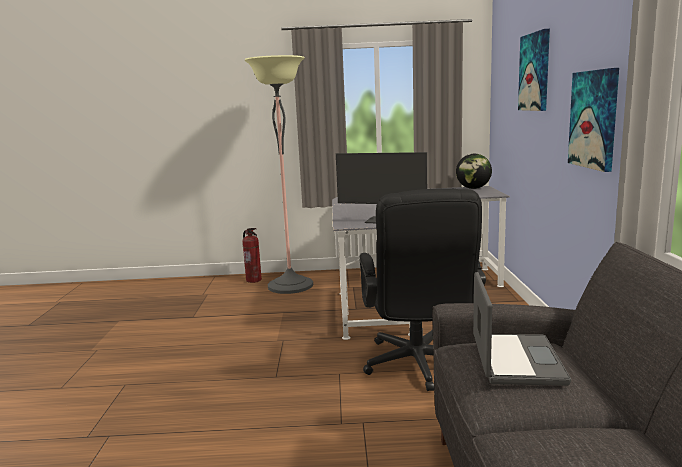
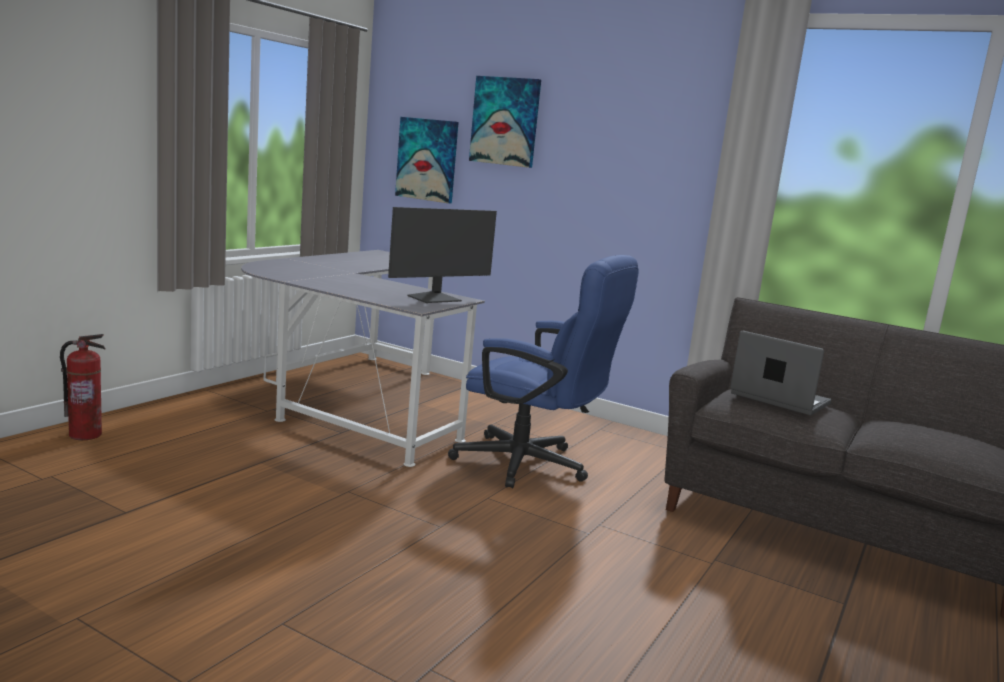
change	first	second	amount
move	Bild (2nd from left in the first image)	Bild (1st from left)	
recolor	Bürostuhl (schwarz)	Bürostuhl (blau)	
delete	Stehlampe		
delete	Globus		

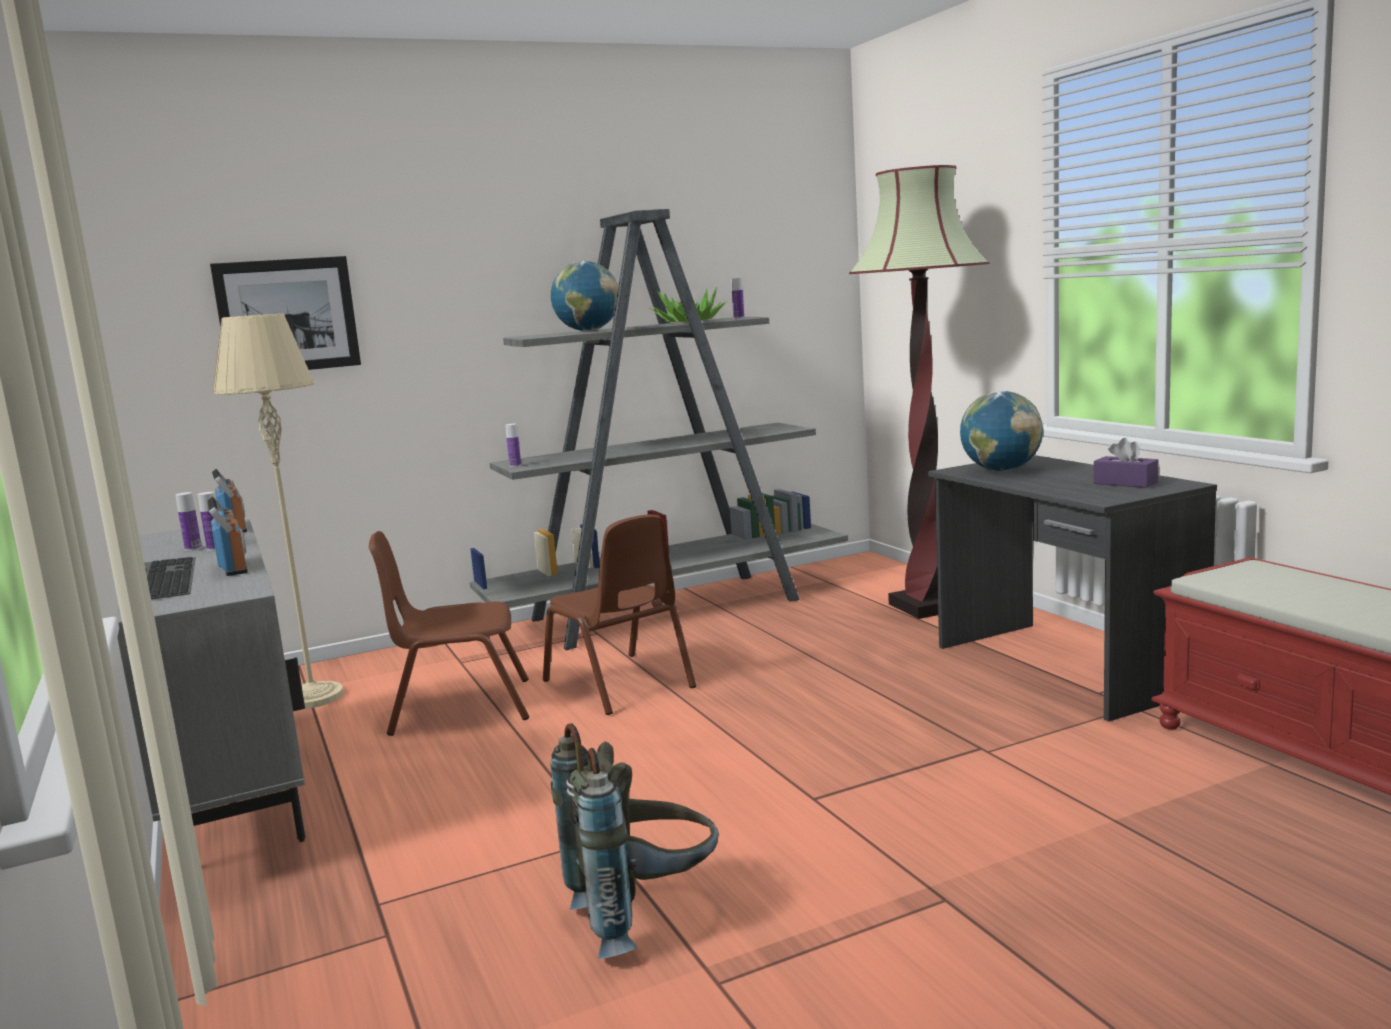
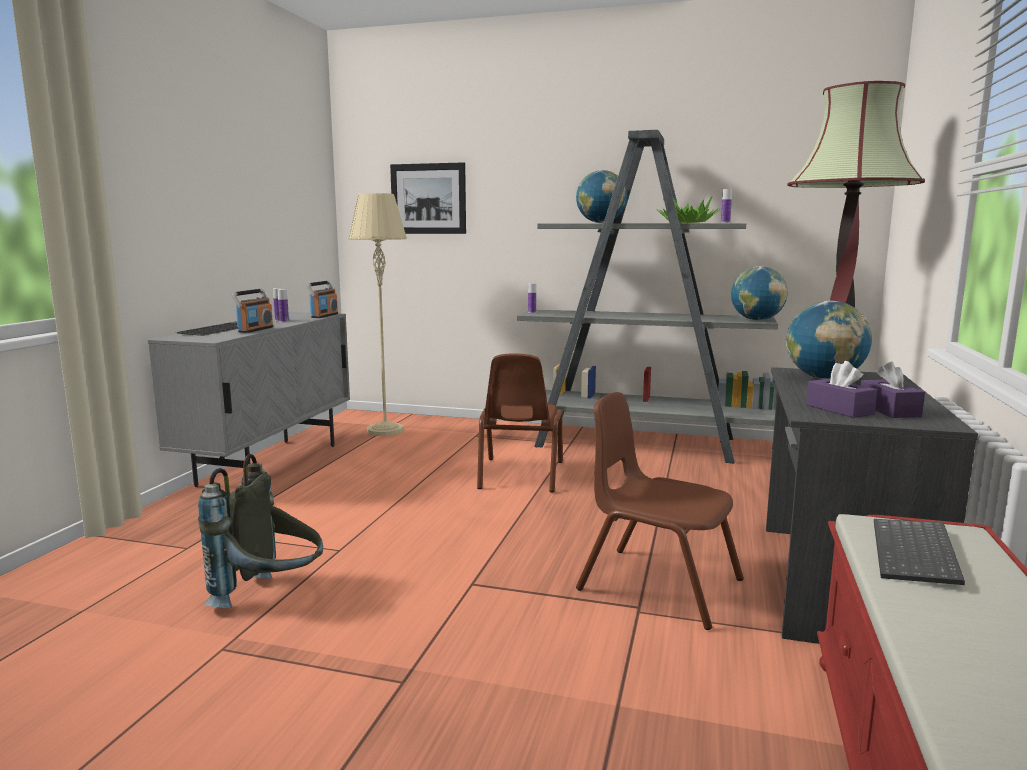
change	first	second	amount
move	Stuhl (braun) (1st from left in the first image)	Stuhl (braun) (2nd from left)	
insert		Globus (2nd from left)	
insert		Taschentuchbox (lila) (1st from left)	
insert		Tastatur (2nd from left)	

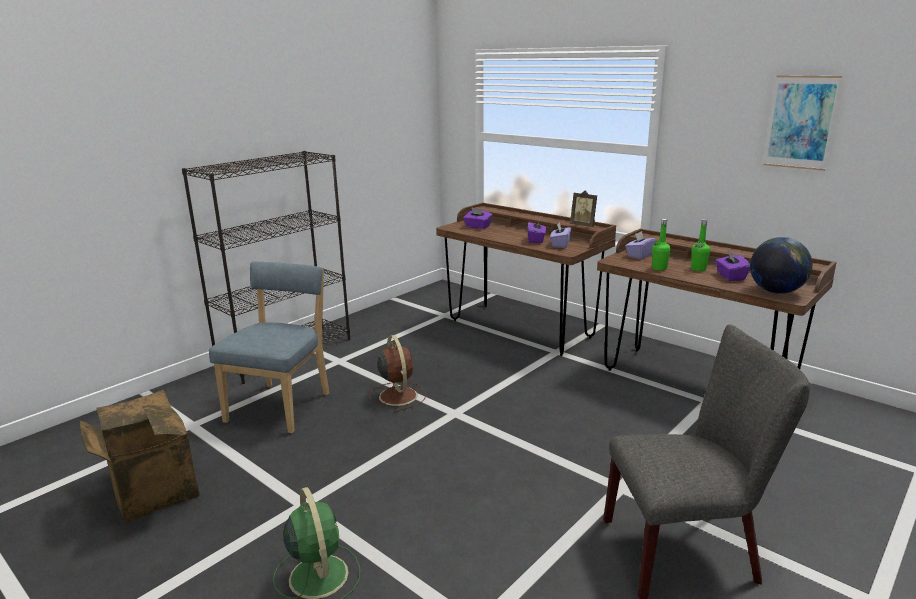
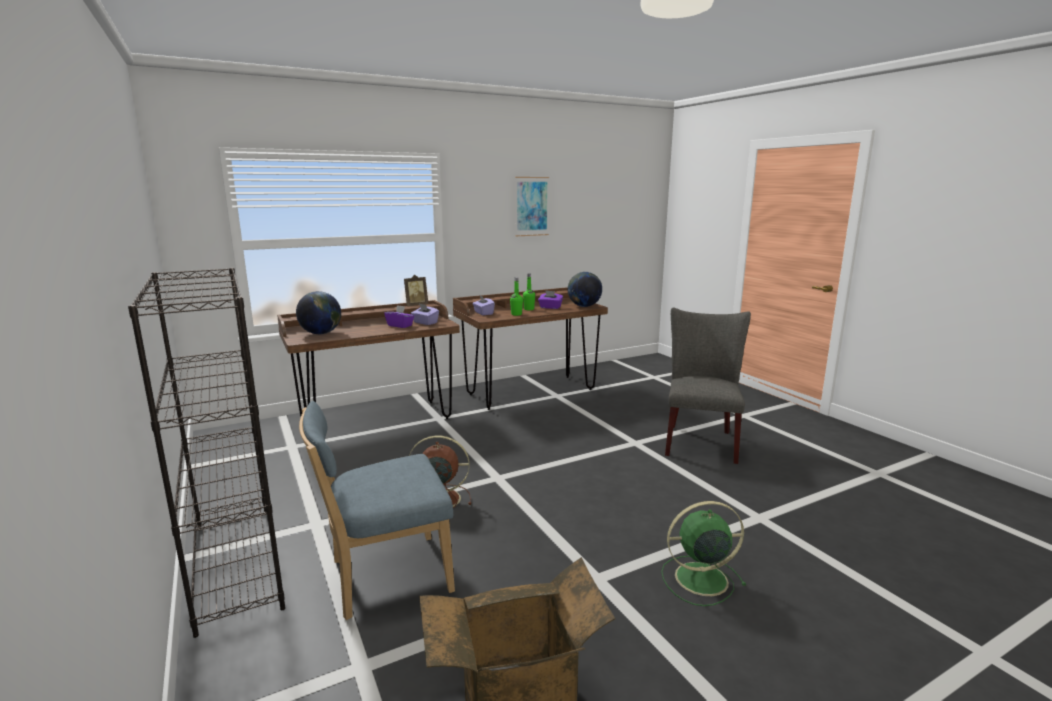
change	first	second	amount
replace	Taschentuchbox (lila) (1st from left)	Globus (1st from left)	
rotate	Stuhl (blau)		60 degrees counterclockwise

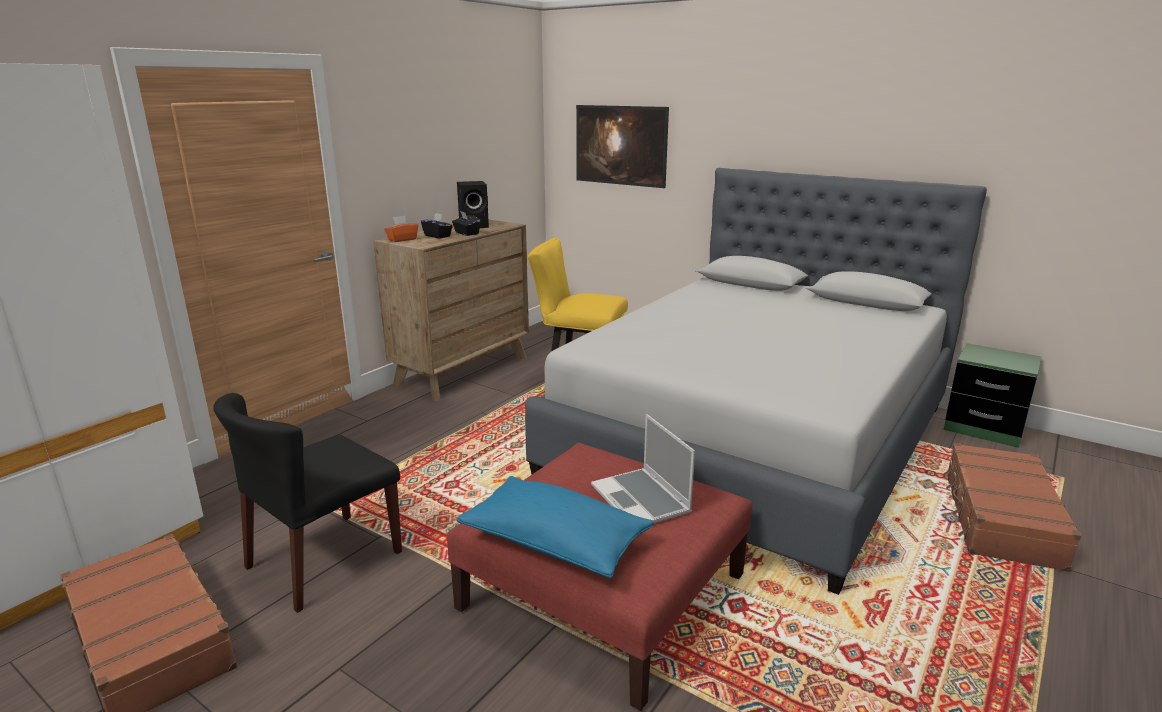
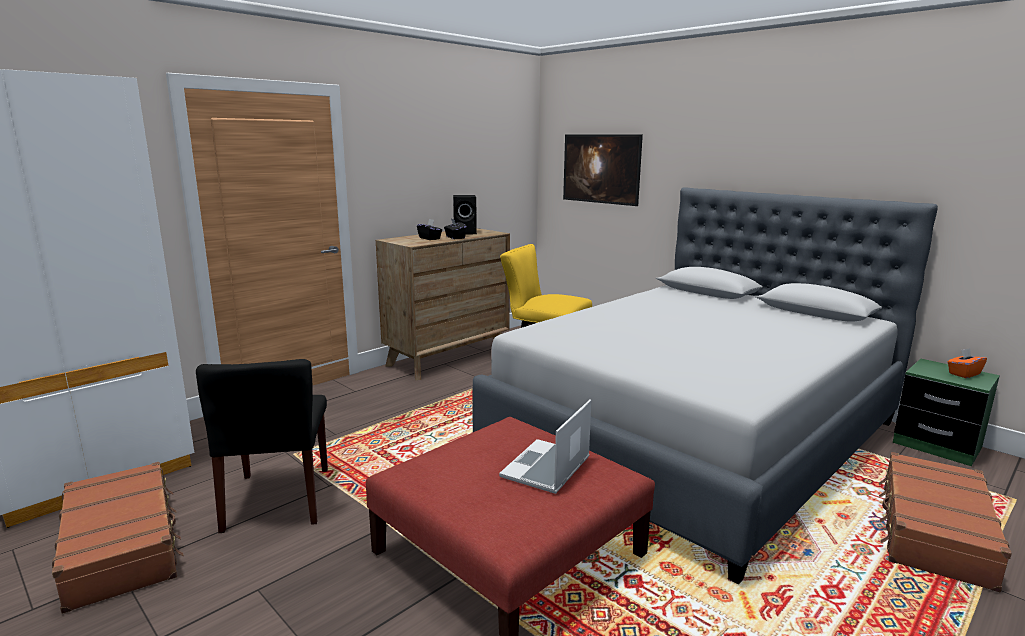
change	first	second	amount
rotate	Stuhl (schwarz)		60 degrees counterclockwise
rotate	Laptop		45 degrees clockwise
move	Taschentuchbox (orange)		
delete	Kissen (blau)		

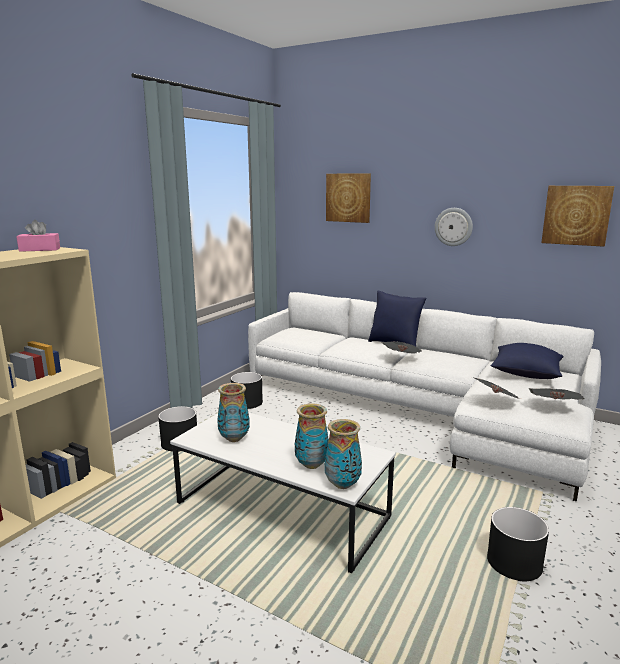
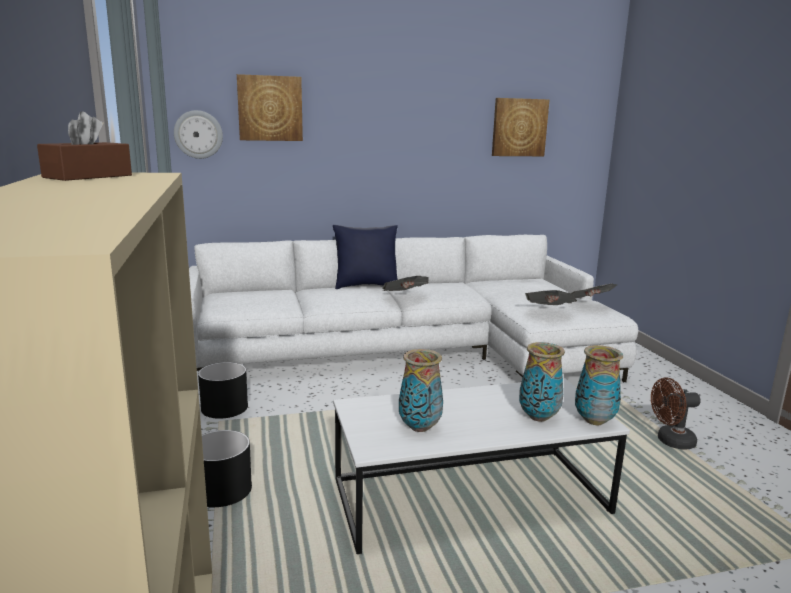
change	first	second	amount
recolor	Taschentuchbox (rosa)	Taschentuchbox (braun)	
move	Wanduhr		
replace	Pflanzkübel (schwarz) (3rd from left)	Ventilator (braun)	
delete	Kissen (blau) (2nd from left)		

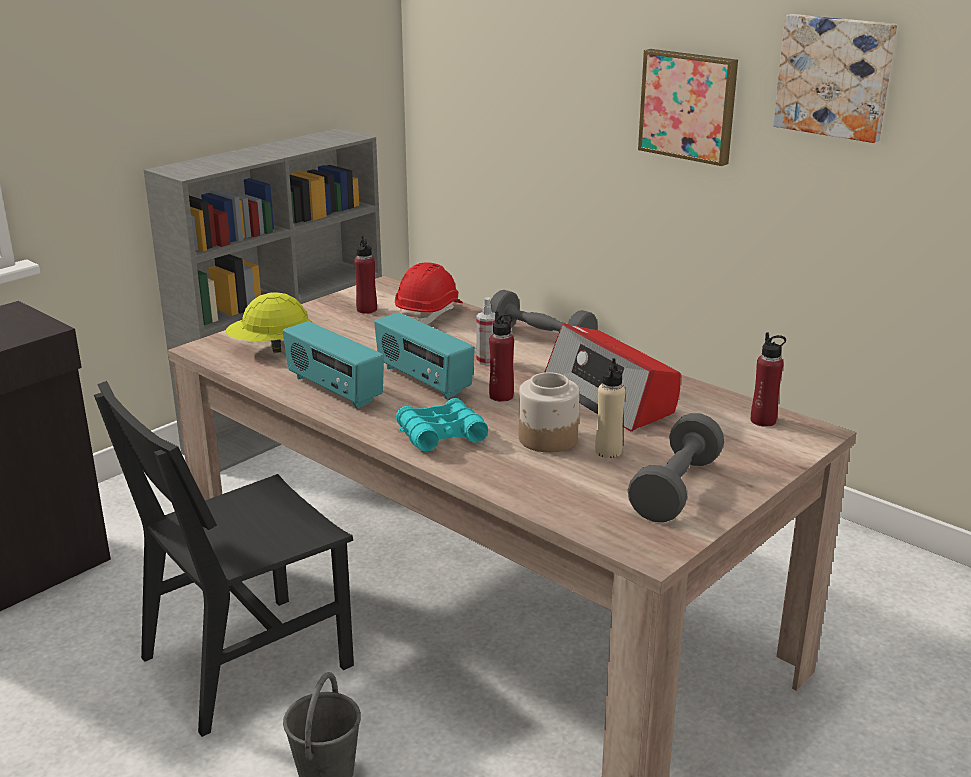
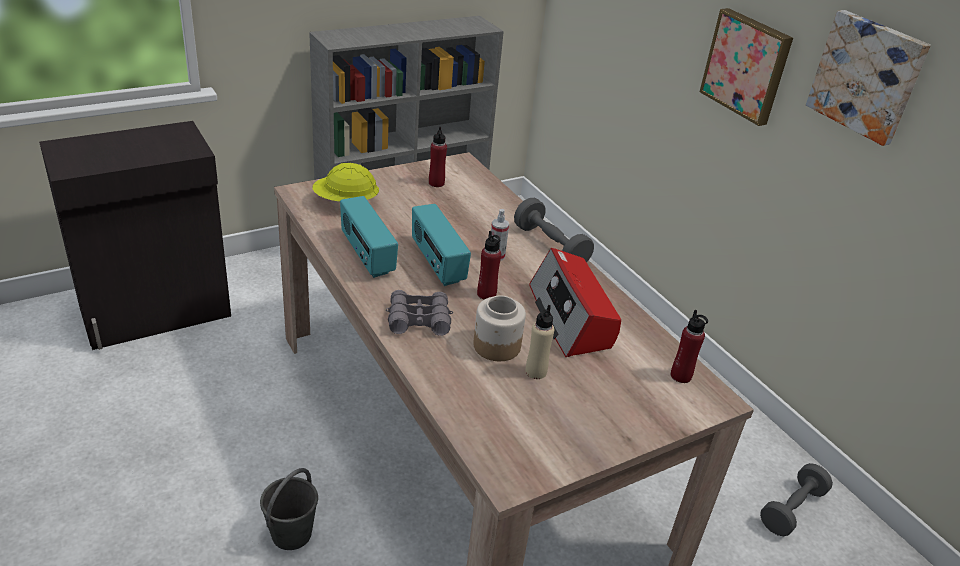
change	first	second	amount
recolor	Fernglas (türkis)	Fernglas (grau)	
move	Hantel (grau) (2nd from left)		
delete	Stuhl (schwarz)		
delete	Schutzhelm (rot)		

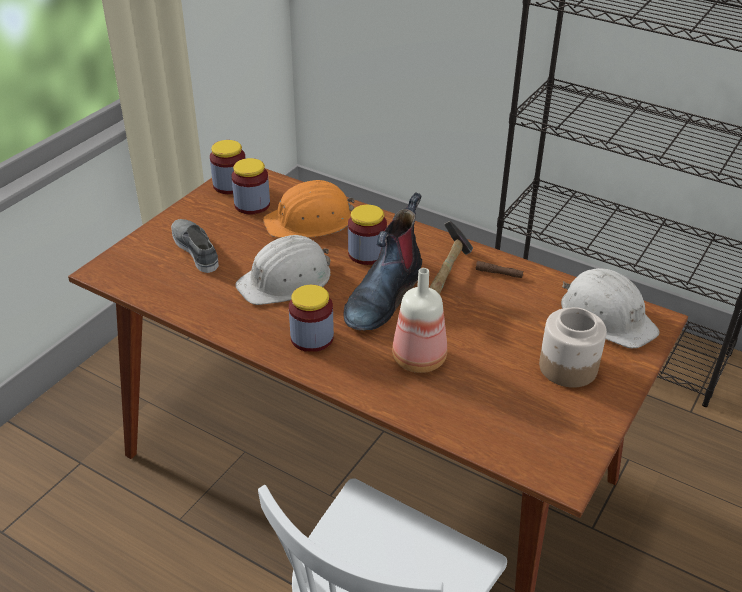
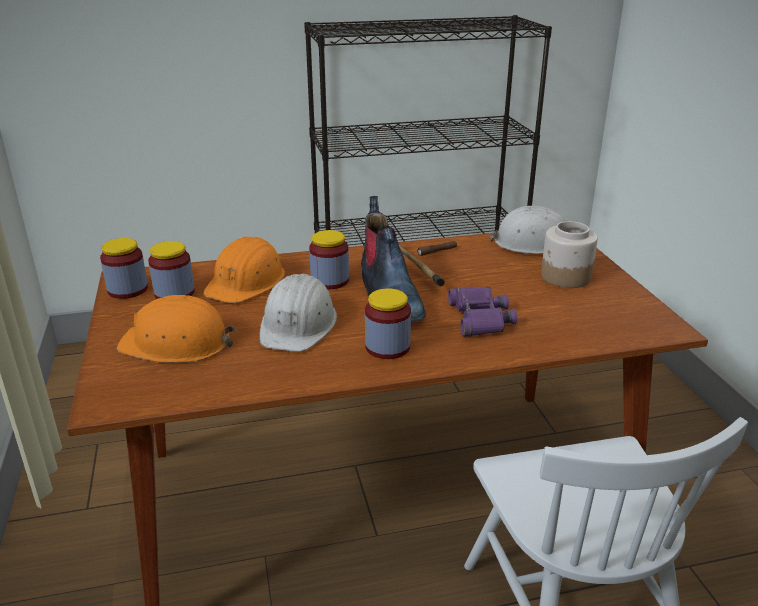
change	first	second	amount
replace	Schuh (grau)	Schutzhelm (orange) (1st from left)	
replace	Flasche	Fernglas (lila)	

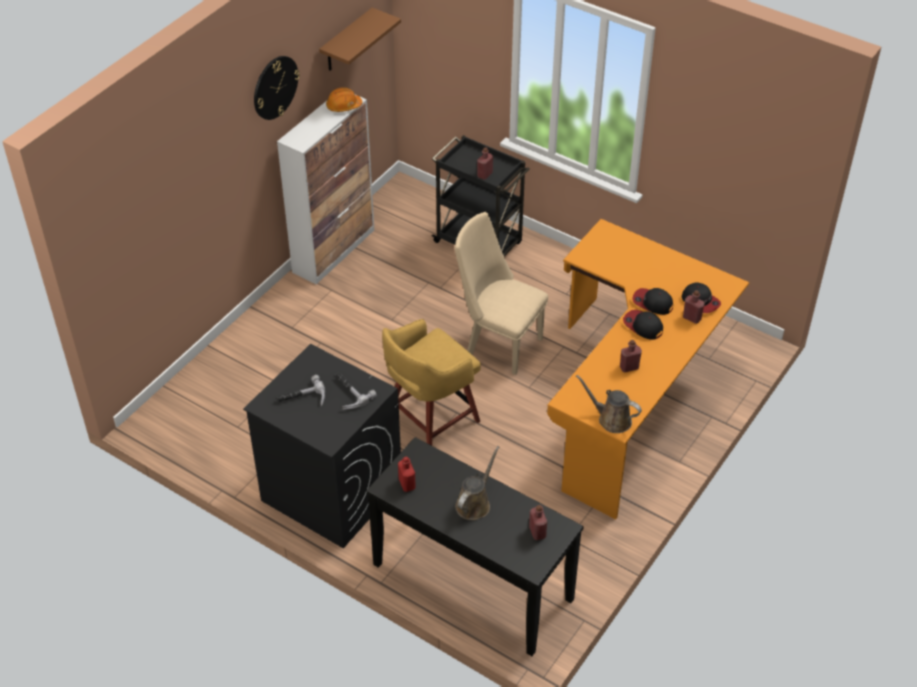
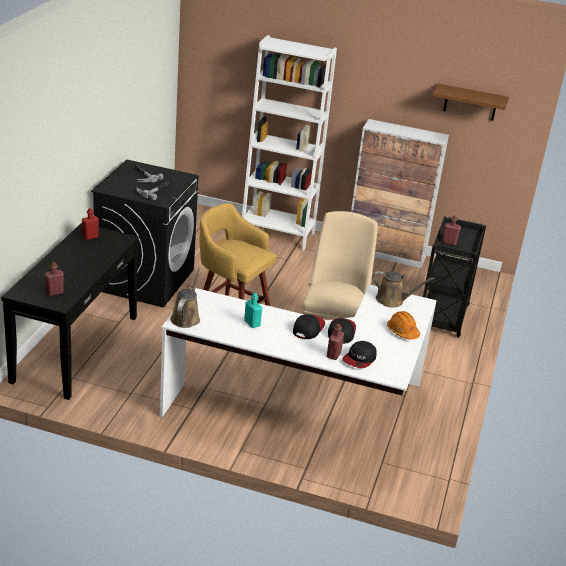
change	first	second	amount
recolor	Schreibtisch (orange)	Schreibtisch (weiß)	
insert		Bücherregal (weiß)	
recolor	Flasche (rot) (4th from left)	Flasche (türkis)	
move	Gießkanne (braun) (1st from left in the first image)	Gießkanne (braun) (2nd from left)	
move	Schutzhelm (orange)		
delete	Wanduhr		

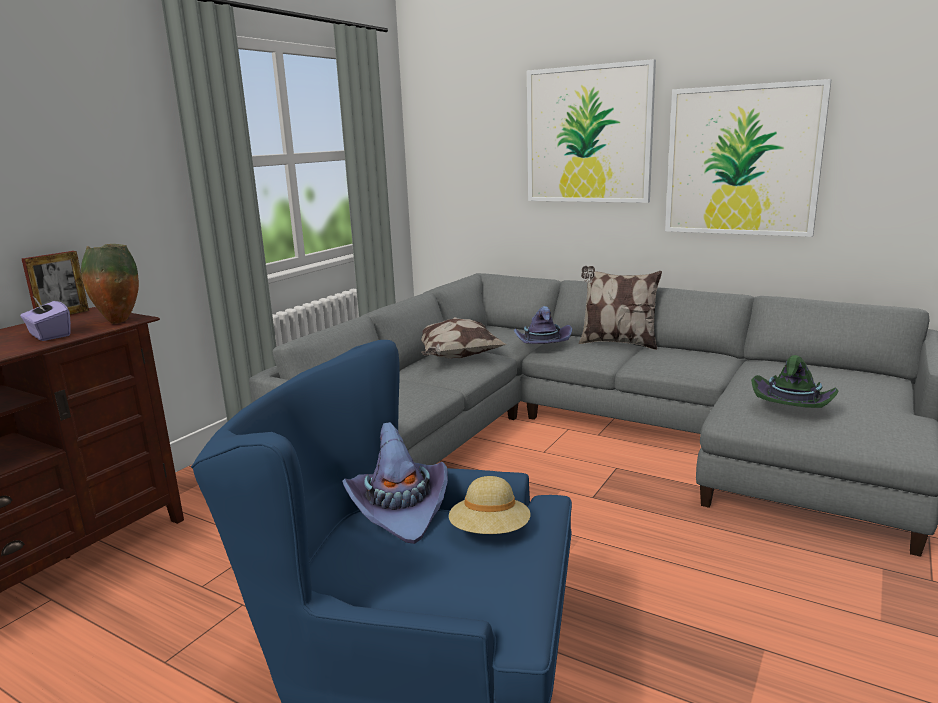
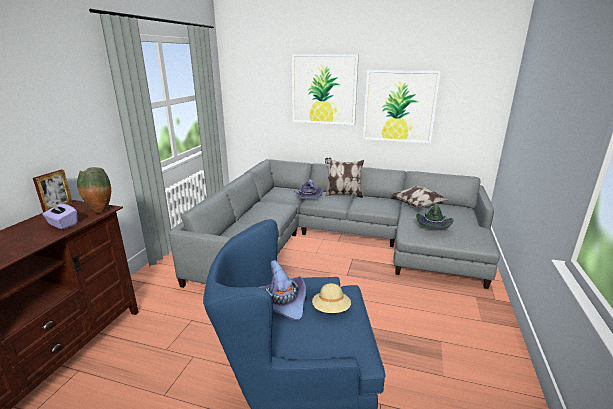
change	first	second	amount
move	Kissen (1st from left in the first image)	Kissen (2nd from left)	

